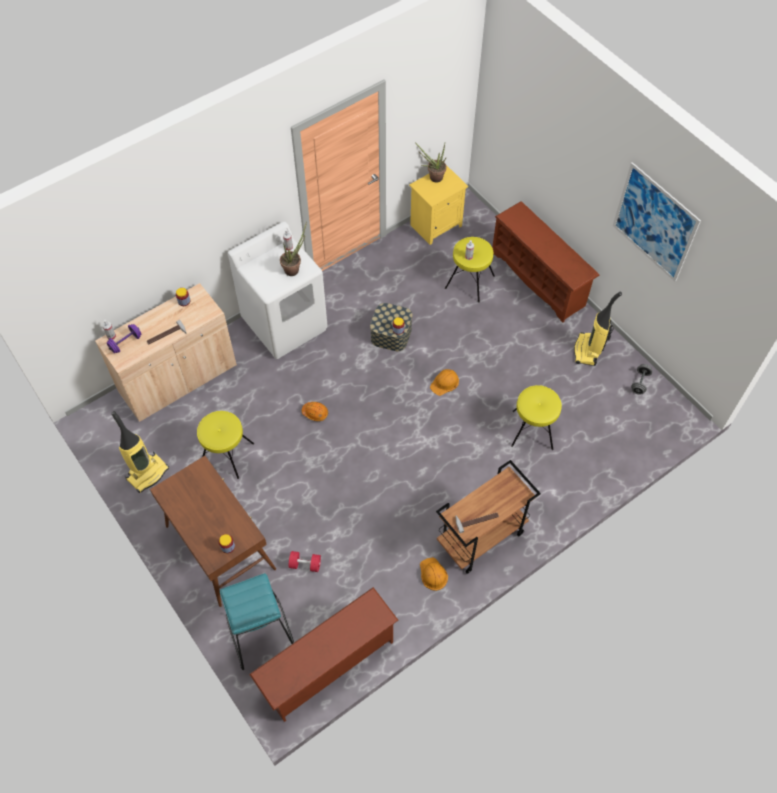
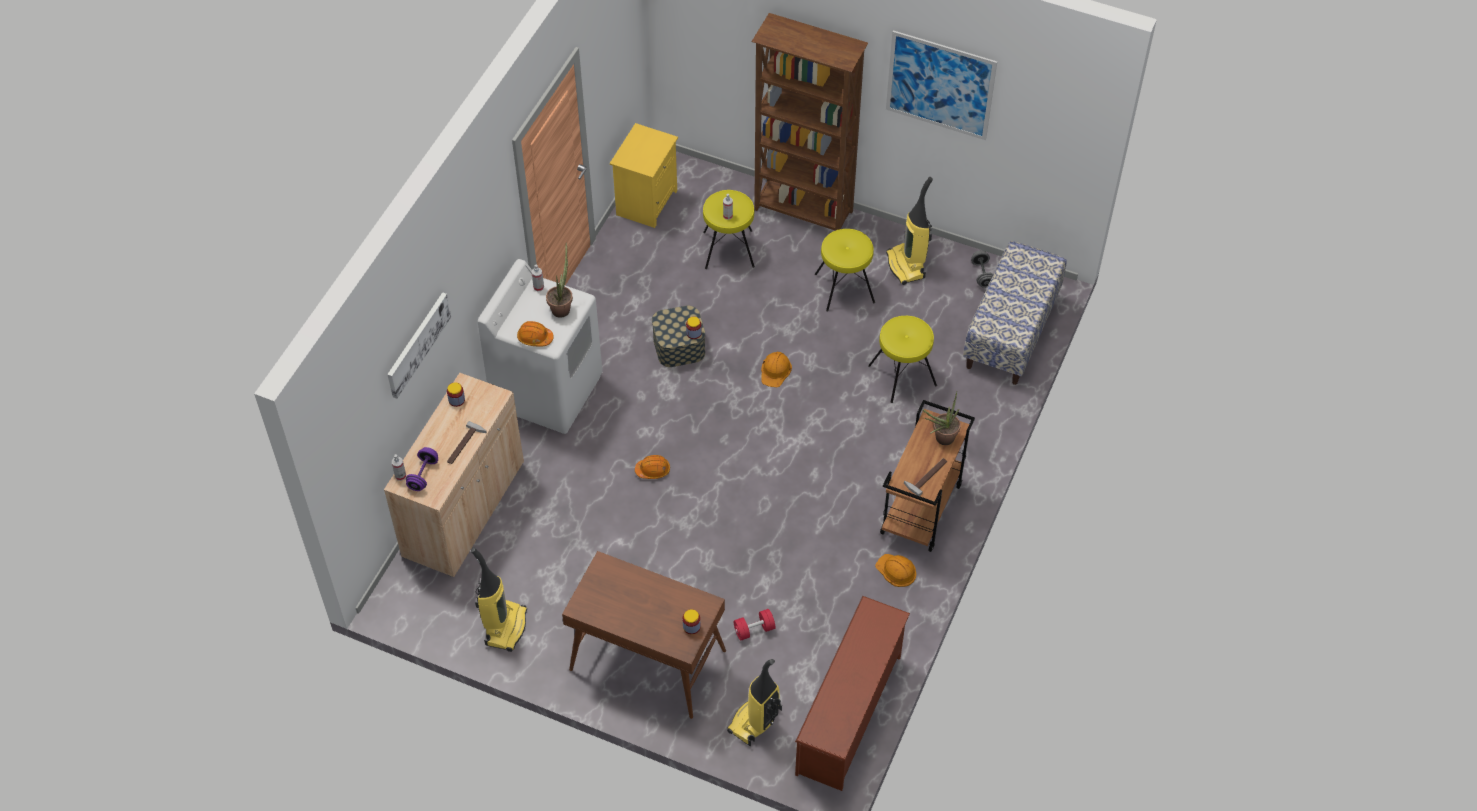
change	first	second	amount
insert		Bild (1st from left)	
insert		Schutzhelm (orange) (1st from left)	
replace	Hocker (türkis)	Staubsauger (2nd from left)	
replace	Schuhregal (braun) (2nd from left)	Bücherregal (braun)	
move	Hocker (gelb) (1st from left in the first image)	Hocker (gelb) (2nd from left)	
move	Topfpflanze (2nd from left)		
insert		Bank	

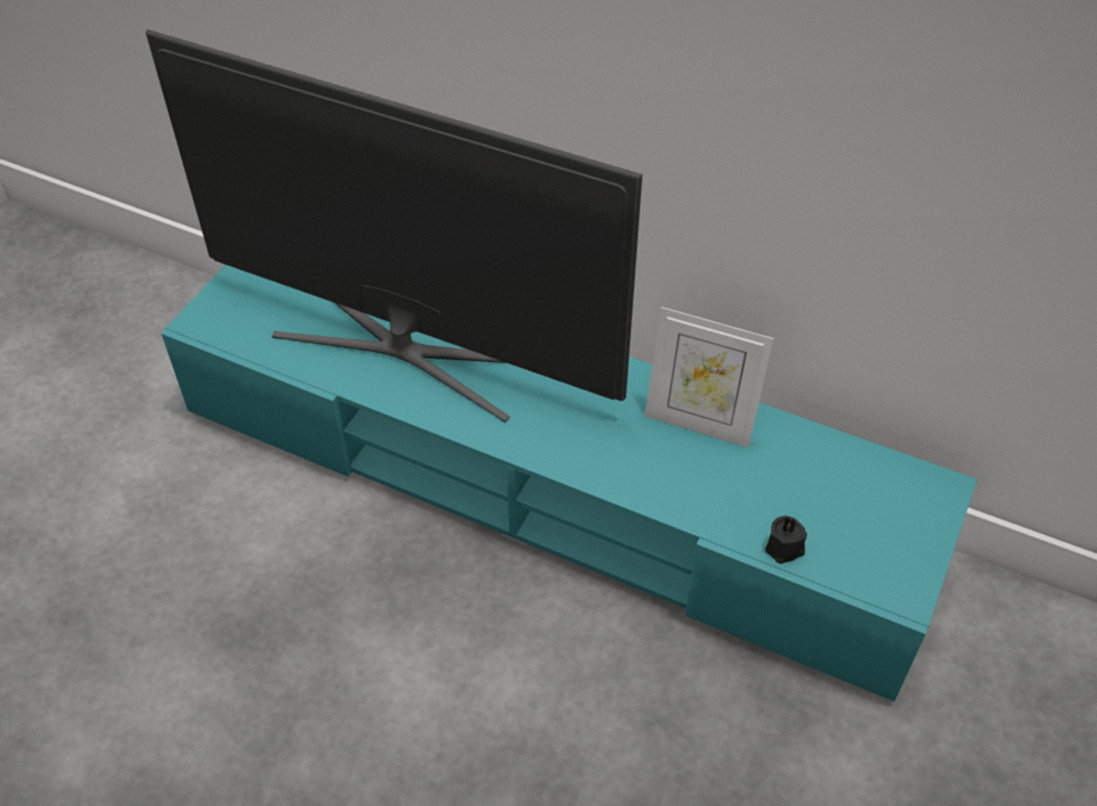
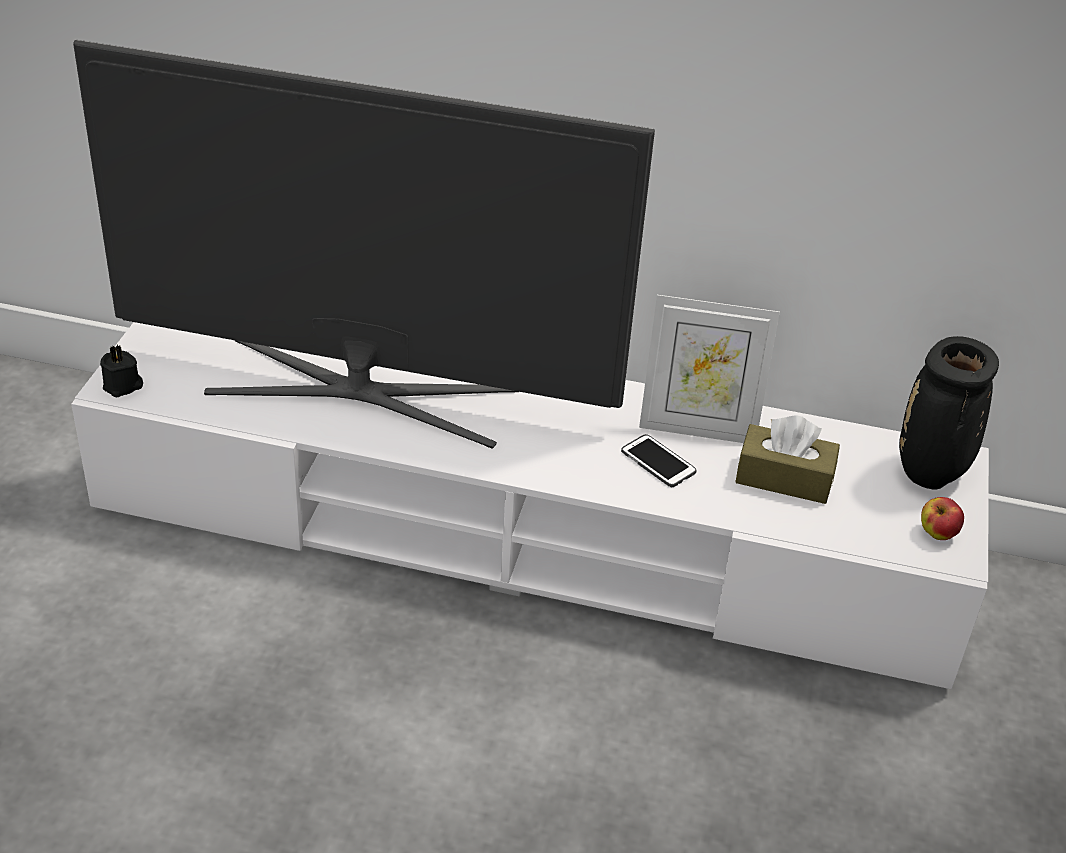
change	first	second	amount
recolor	Fernsehschrank (türkis)	Fernsehschrank (weiß)	
move	Kerze (schwarz)		
insert		Handy	
insert		Taschentuchbox (braun)	
insert		Vase (schwarz)	
insert		Apfel	

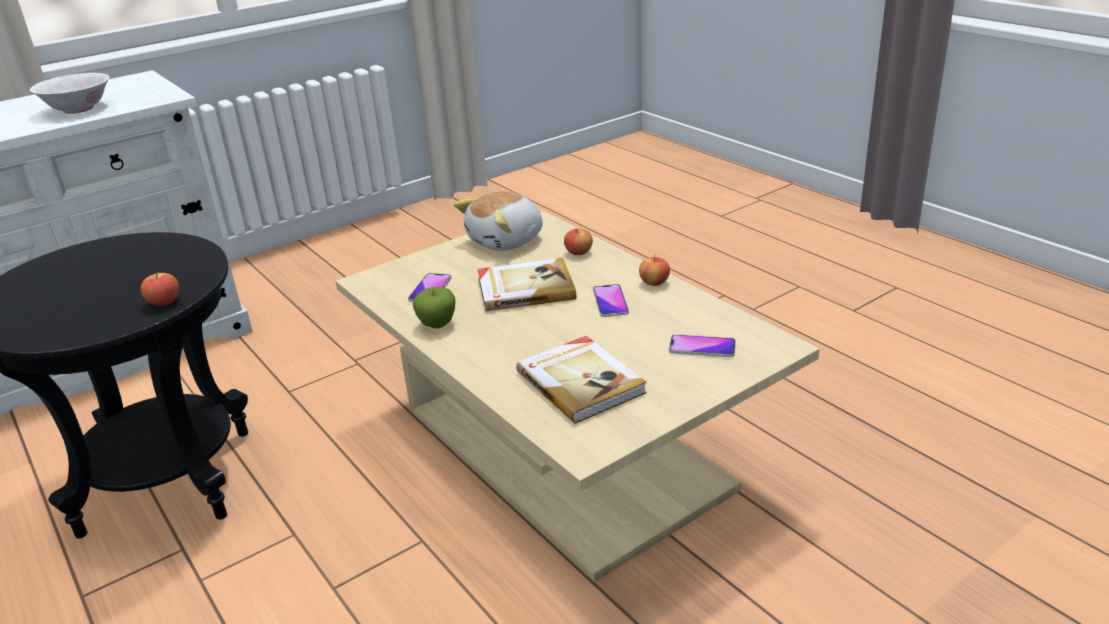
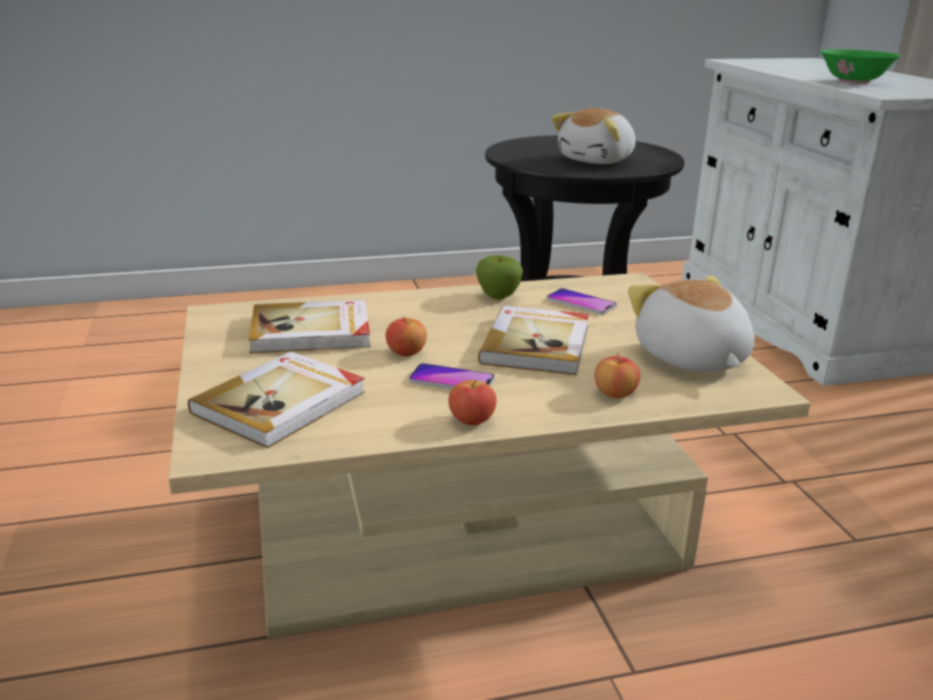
change	first	second	amount
replace	Handy (3rd from left)	Buch (1st from left)	
move	Apfel (1st from left)		
insert		Plüschtier (1st from left)	
recolor	Schüssel (weiß)	Schüssel (grün)	

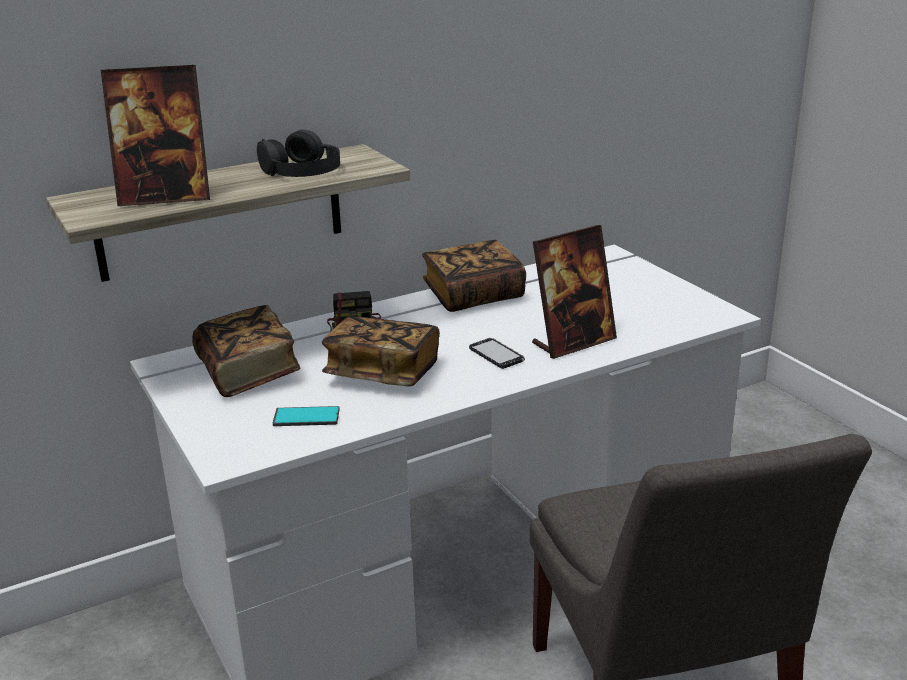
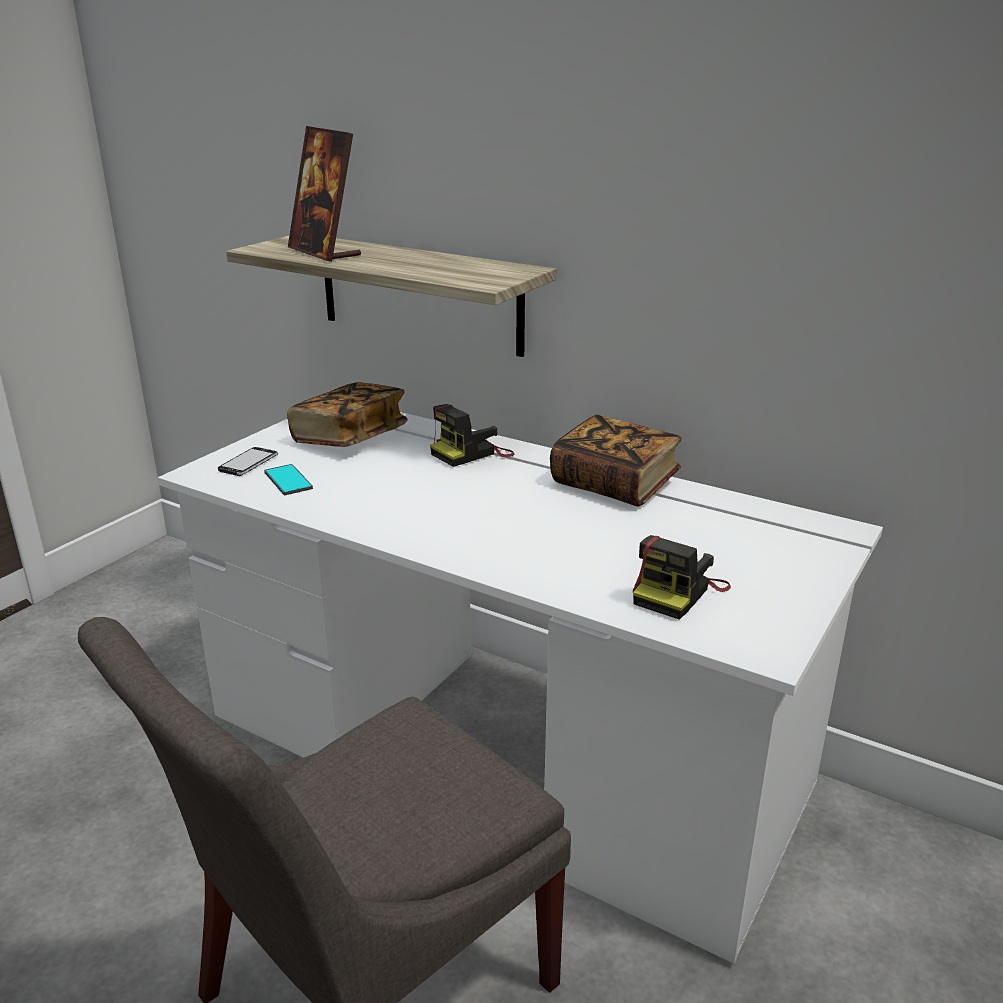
change	first	second	amount
move	Handy (2nd from left in the first image)	Handy (1st from left)	
insert		Kamera (2nd from left)	
delete	Kopfhörer (schwarz)		
delete	Buch (2nd from left)		
delete	Bilderrahmen (2nd from left)		

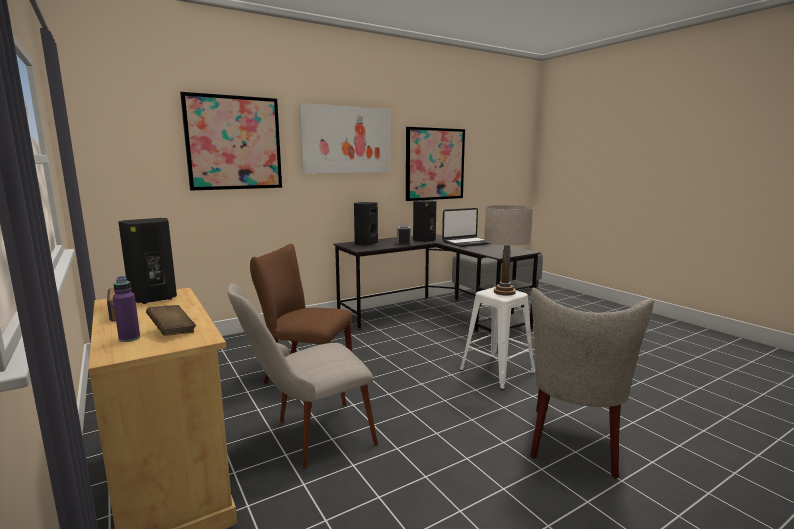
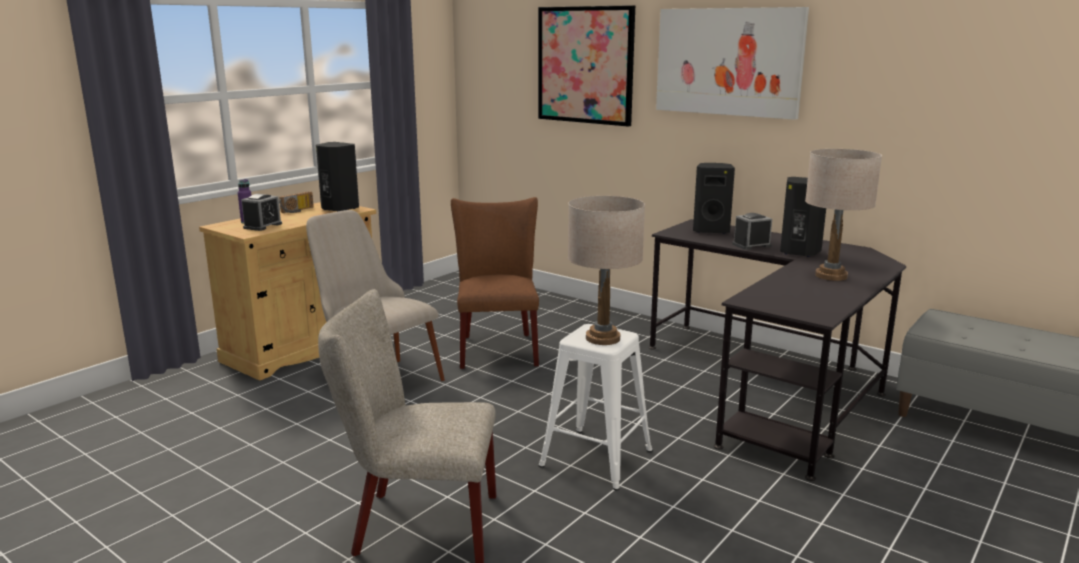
change	first	second	amount
replace	Buch (braun)	Wecker (1st from left)	
replace	Laptop	Tischlampe (beige) (2nd from left)	
delete	Bild (3rd from left)		

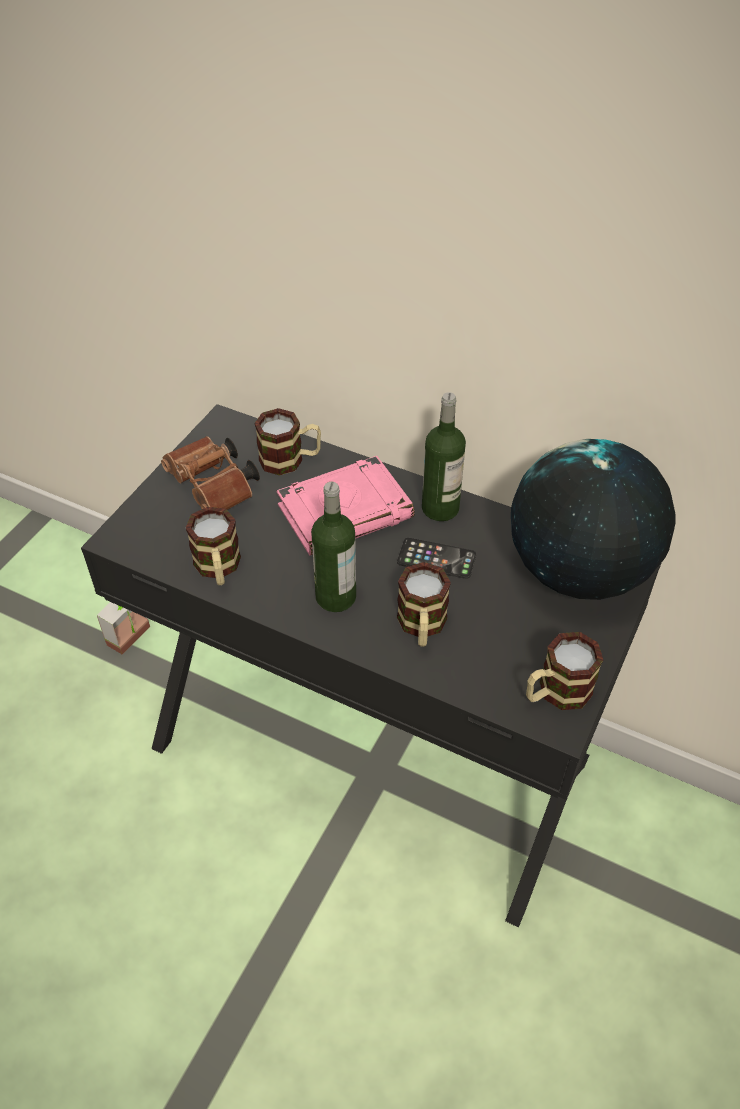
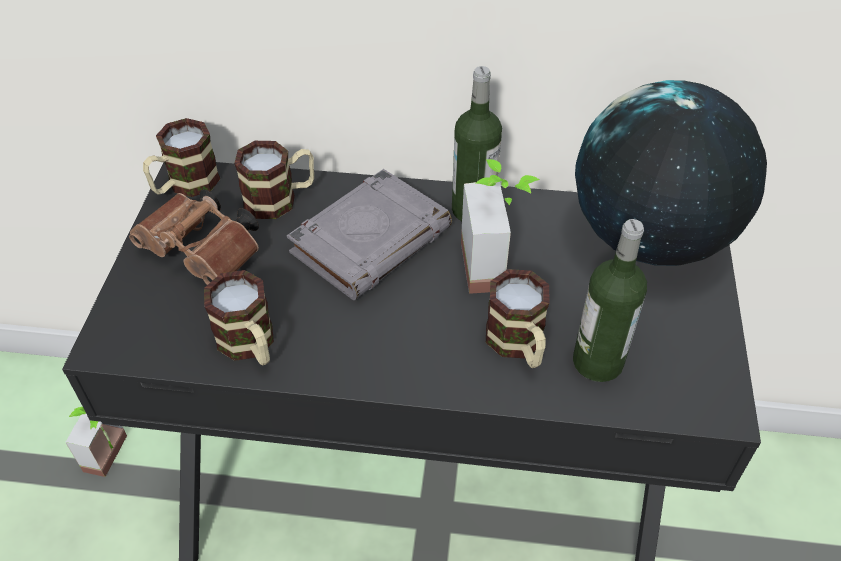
change	first	second	amount
move	Henkelbecher (4th from left in the first image)	Henkelbecher (1st from left)	
recolor	Buch (rosa)	Buch (grau)	
replace	Handy	Topfpflanze (2nd from left)	
move	Flasche (1st from left in the first image)	Flasche (2nd from left)	

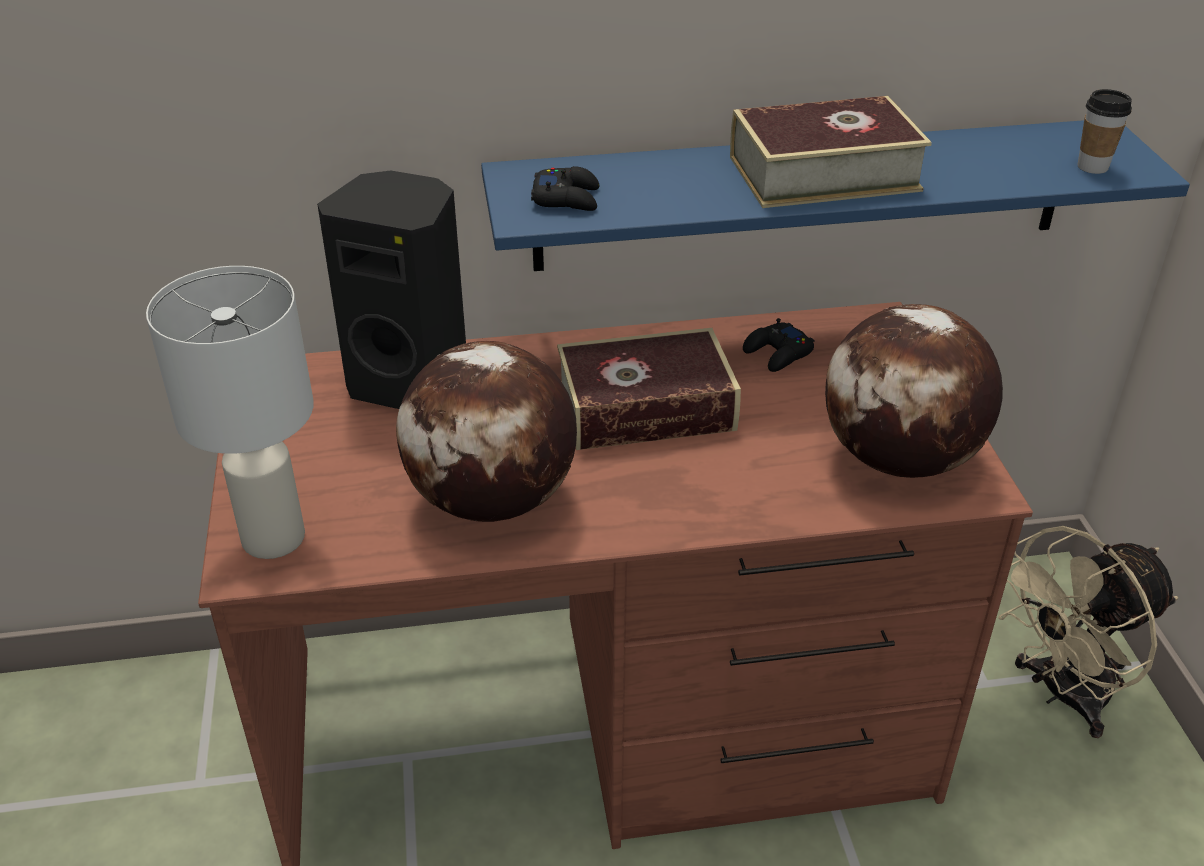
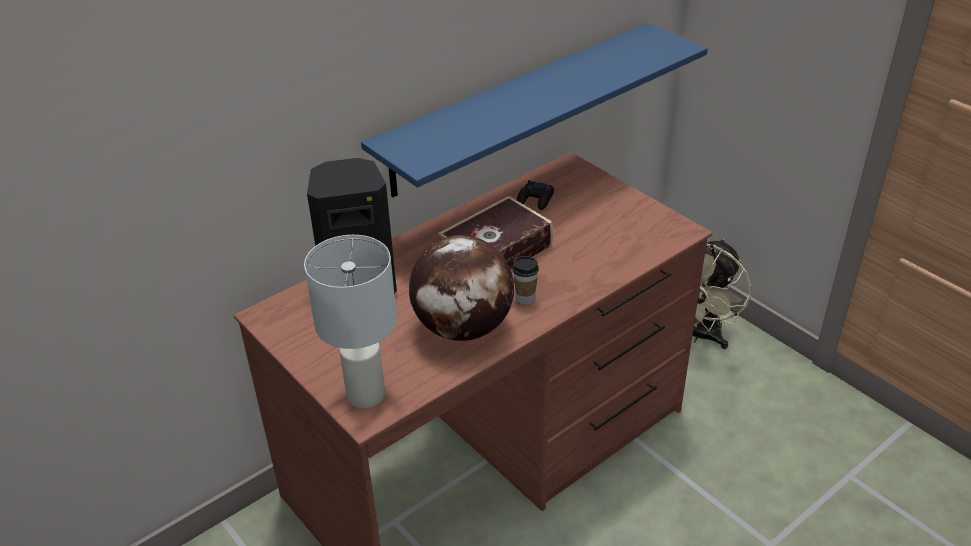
change	first	second	amount
move	Tasse		
delete	Gamepad (schwarz) (1st from left)		
delete	Buch (2nd from left)		
delete	Globus (2nd from left)		

